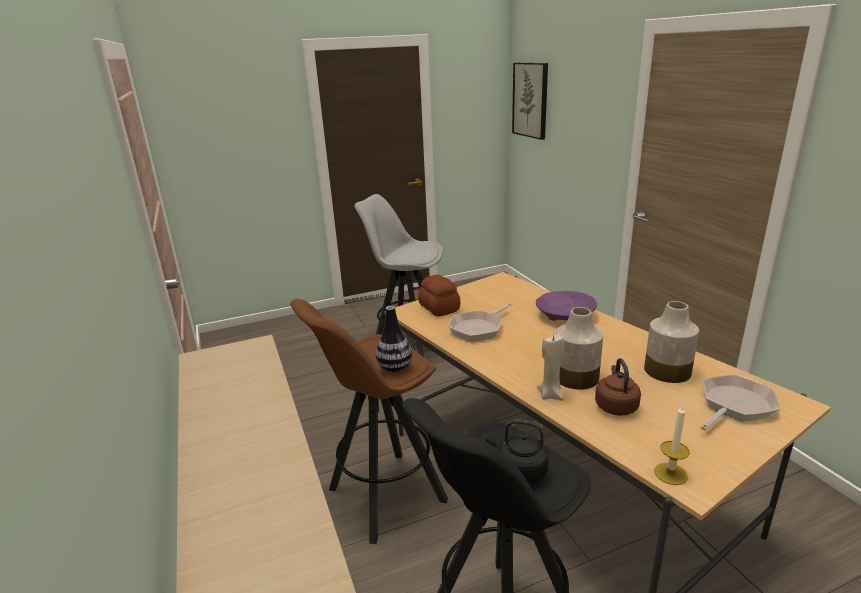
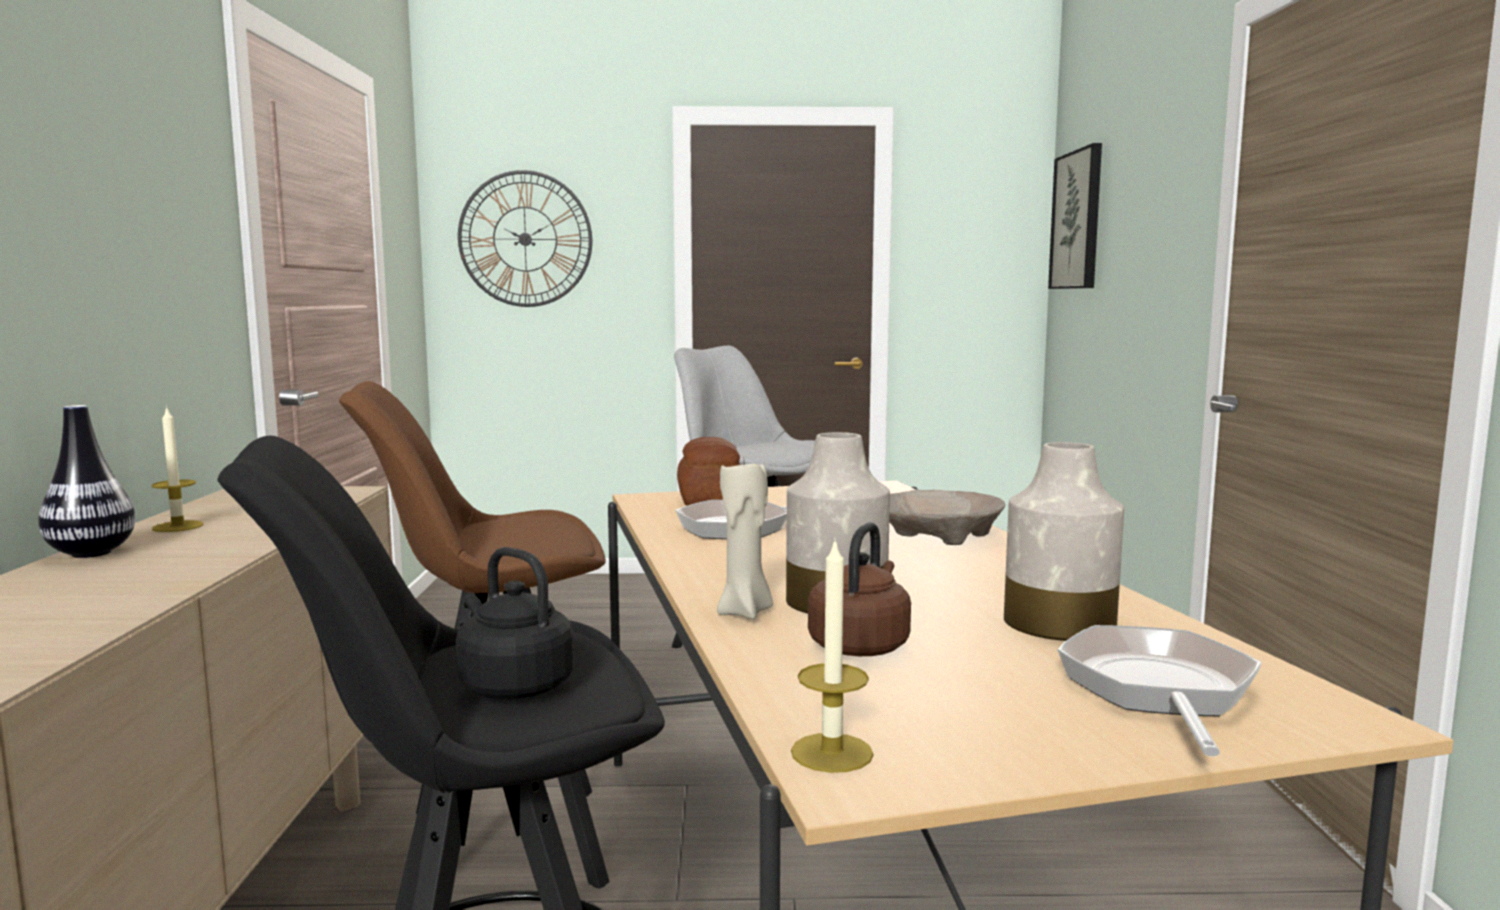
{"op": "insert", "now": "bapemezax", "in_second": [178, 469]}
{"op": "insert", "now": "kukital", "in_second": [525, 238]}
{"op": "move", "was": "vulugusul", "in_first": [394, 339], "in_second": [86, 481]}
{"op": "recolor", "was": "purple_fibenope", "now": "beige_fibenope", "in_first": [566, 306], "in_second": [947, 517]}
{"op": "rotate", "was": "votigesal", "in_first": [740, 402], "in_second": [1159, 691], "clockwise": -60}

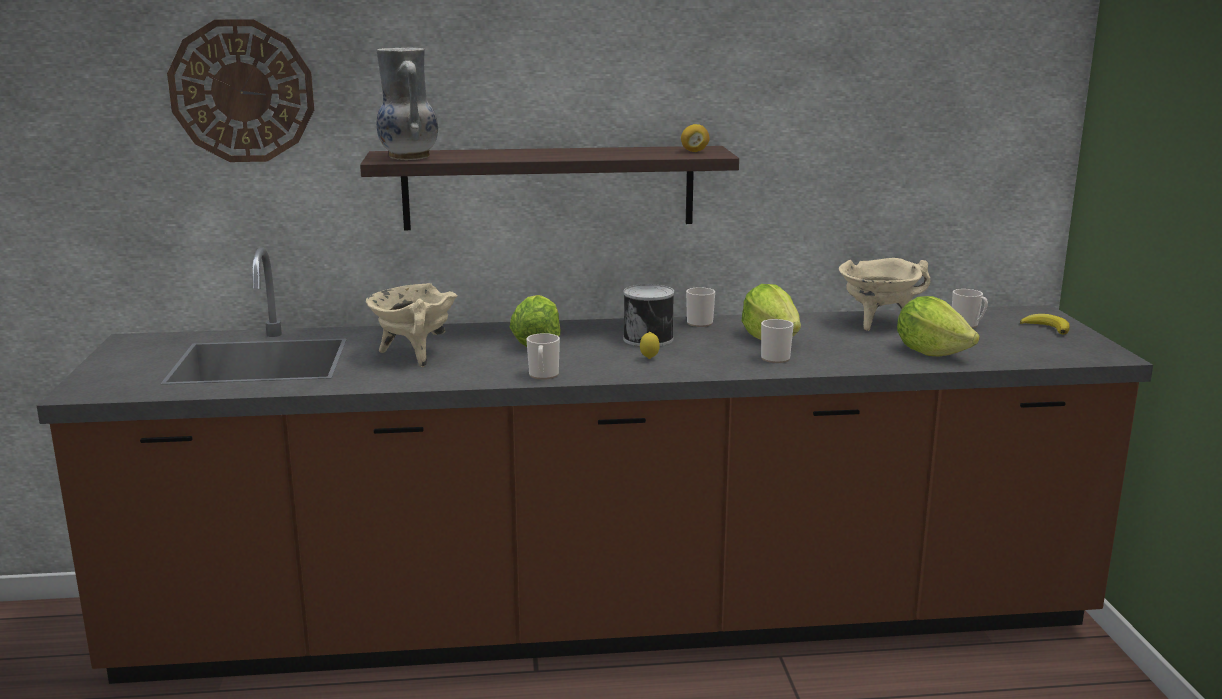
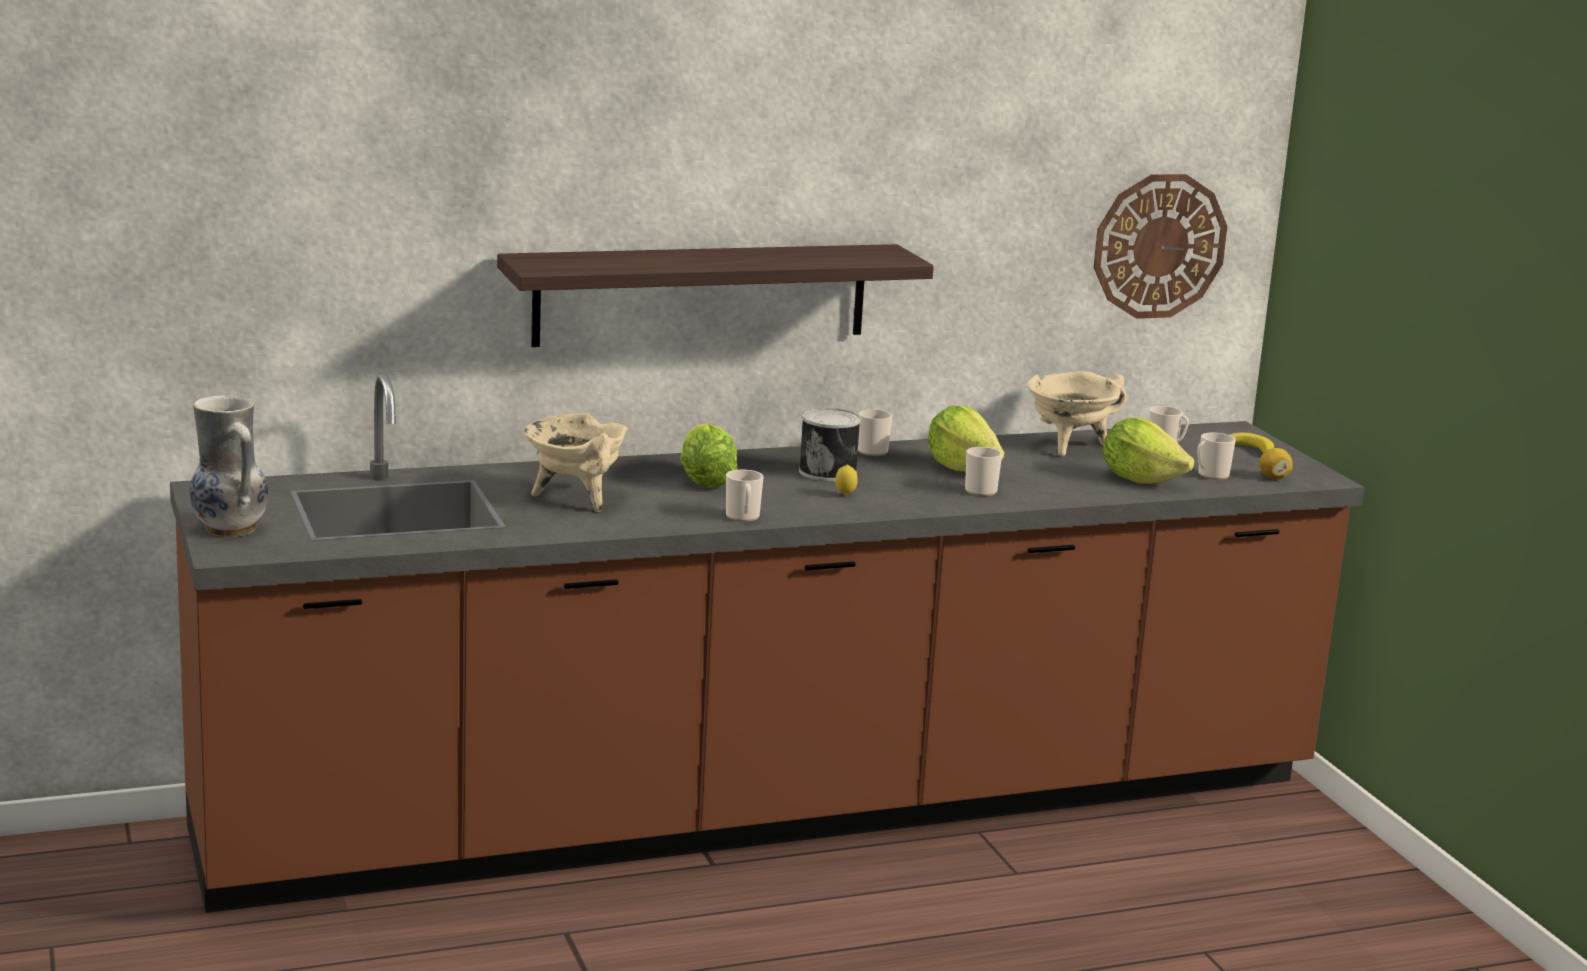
{"op": "insert", "now": "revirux", "in_second": [1216, 456]}
{"op": "move", "was": "kukital", "in_first": [240, 90], "in_second": [1160, 246]}
{"op": "move", "was": "vulugusul", "in_first": [407, 103], "in_second": [229, 466]}
{"op": "move", "was": "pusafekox", "in_first": [695, 138], "in_second": [1276, 463]}

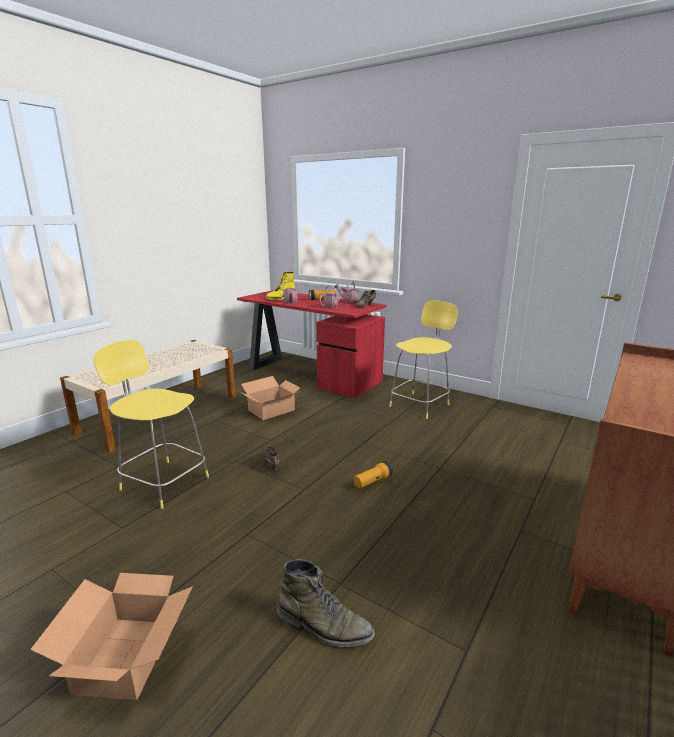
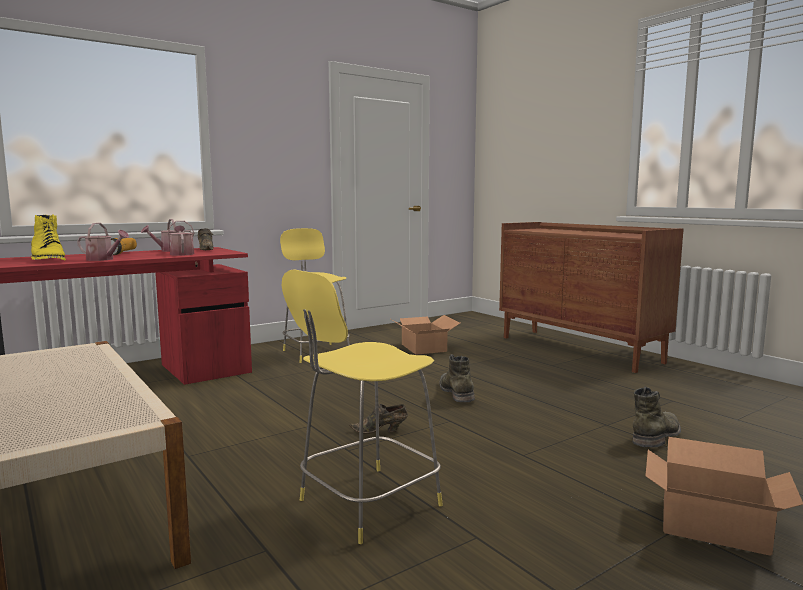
{"op": "move", "was": "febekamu", "in_first": [270, 398], "in_second": [424, 335]}
{"op": "replace", "was": "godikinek", "now": "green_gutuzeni", "in_first": [373, 474], "in_second": [457, 378]}

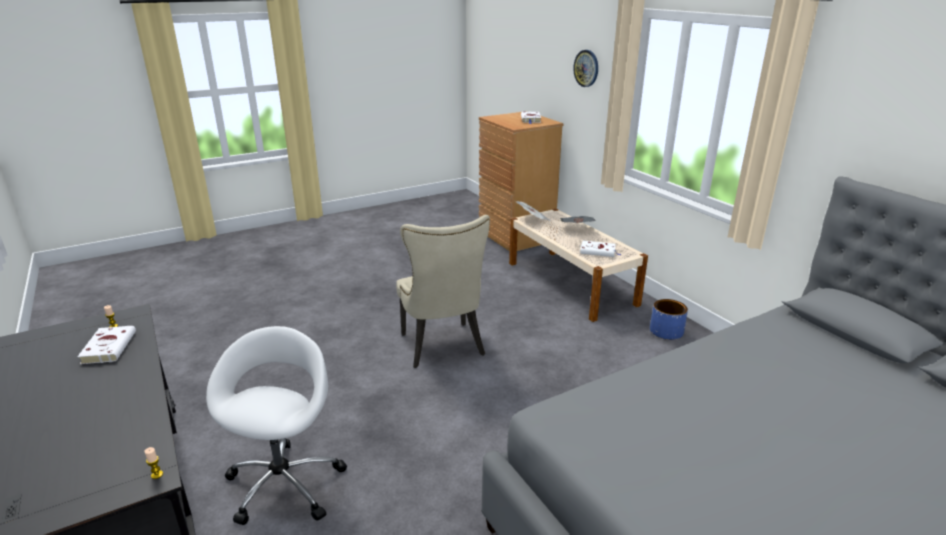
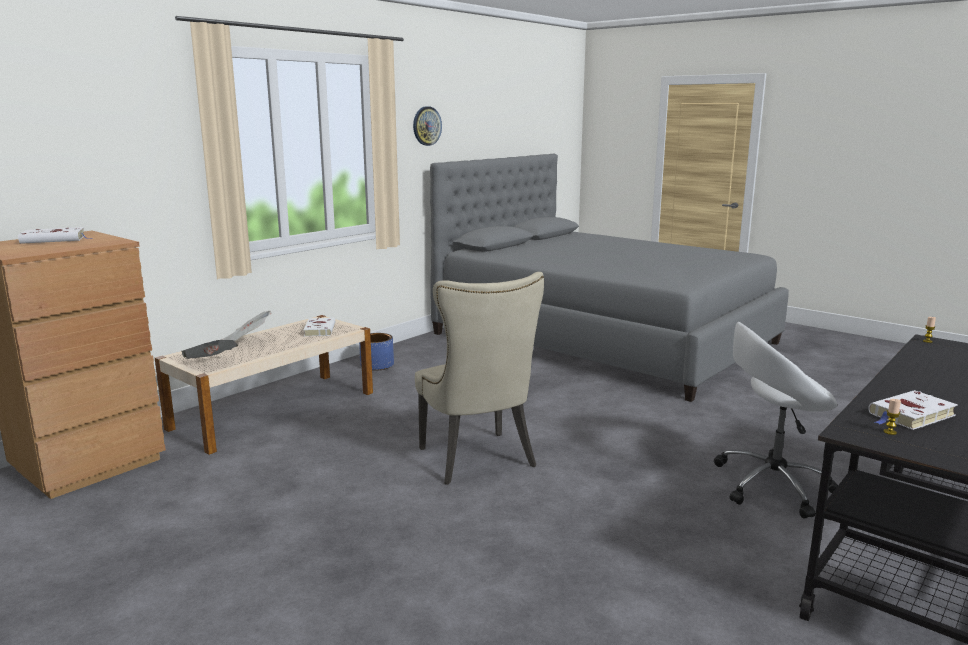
{"op": "move", "was": "kukital", "in_first": [585, 68], "in_second": [427, 126]}
{"op": "rotate", "was": "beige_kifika", "in_first": [443, 291], "in_second": [479, 378], "clockwise": 105}

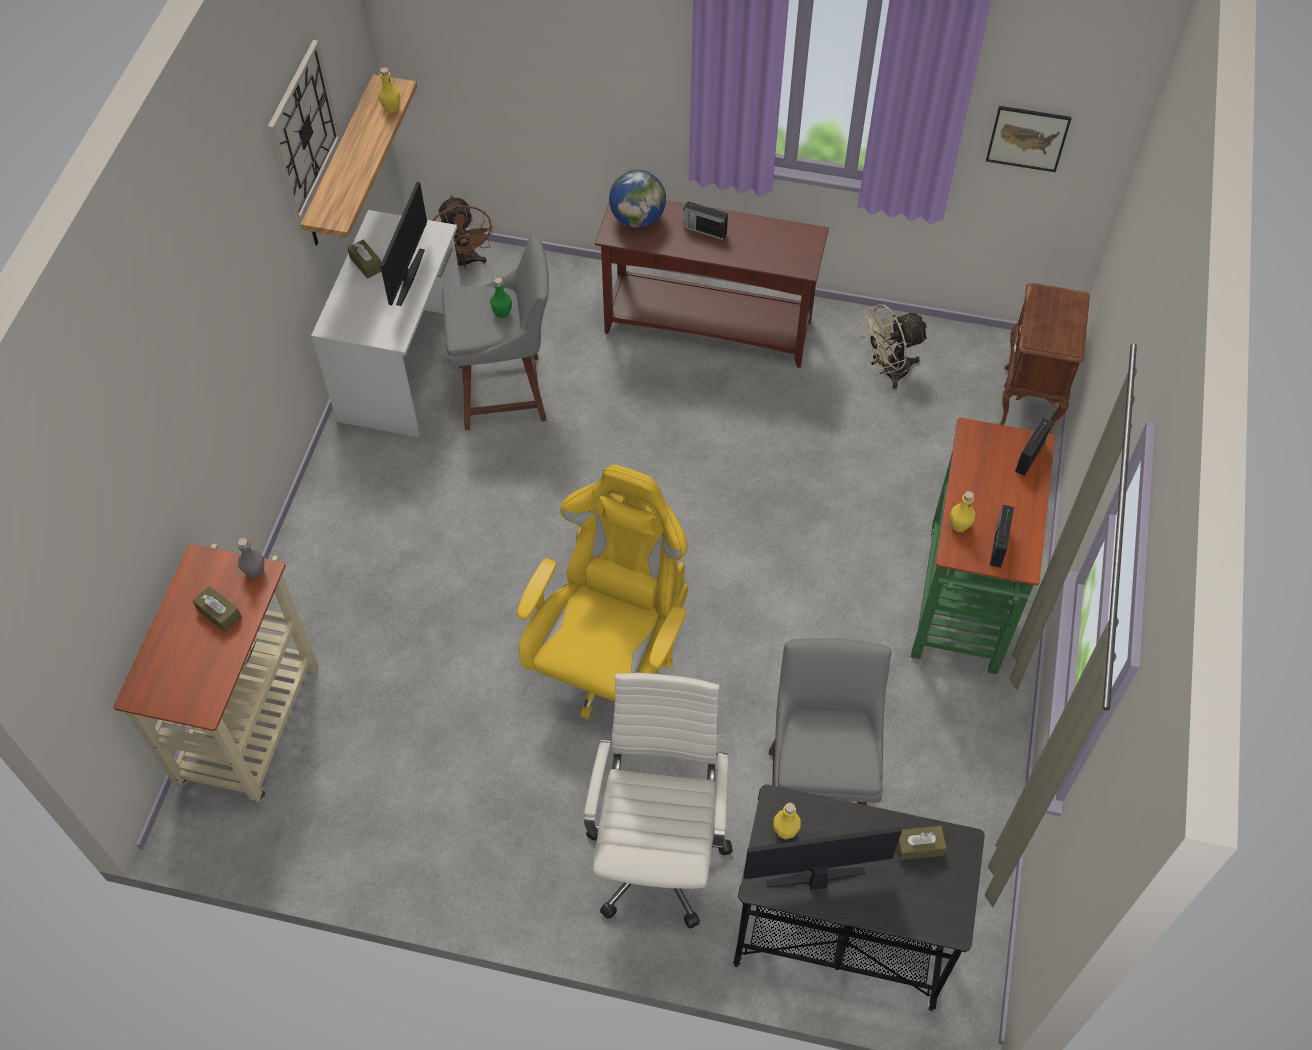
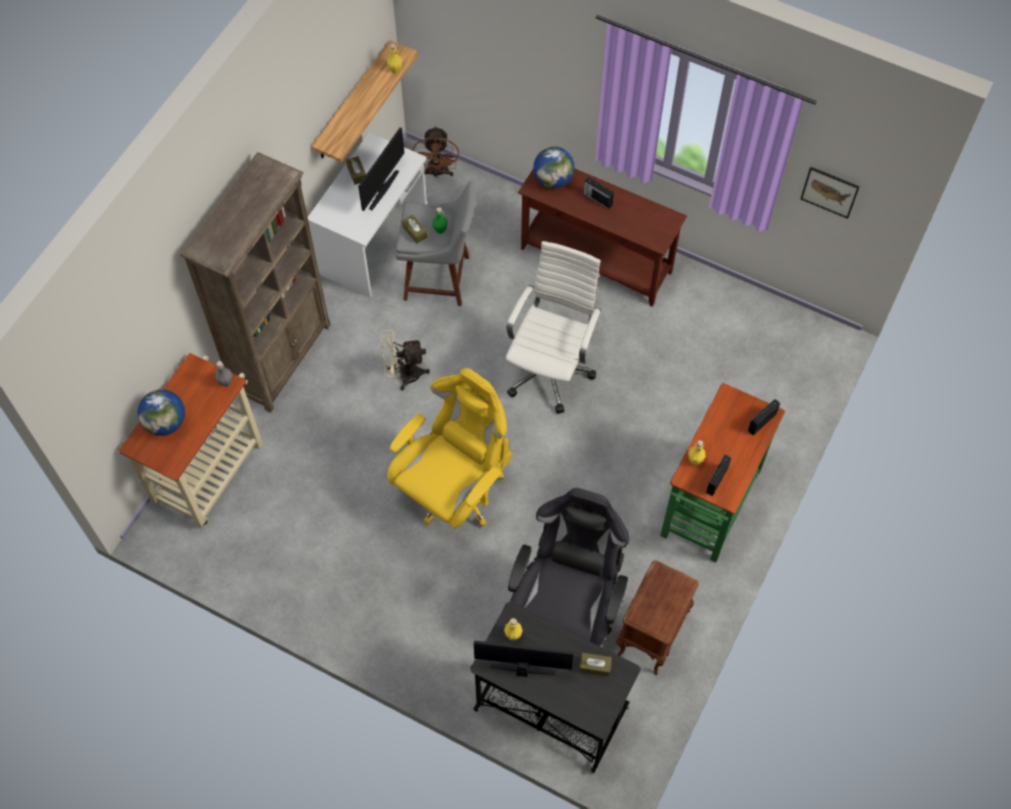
{"op": "delete", "was": "kukital", "in_first": [304, 131]}
{"op": "insert", "now": "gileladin", "in_second": [161, 412]}
{"op": "insert", "now": "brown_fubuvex", "in_second": [255, 282]}
{"op": "move", "was": "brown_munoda", "in_first": [217, 609], "in_second": [414, 229]}
{"op": "move", "was": "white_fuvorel", "in_first": [658, 801], "in_second": [553, 327]}
{"op": "move", "was": "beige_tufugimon", "in_first": [894, 346], "in_second": [405, 360]}
{"op": "move", "was": "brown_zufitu", "in_first": [1044, 358], "in_second": [657, 618]}
{"op": "replace", "was": "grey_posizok", "now": "black_fuvorel", "in_first": [830, 721], "in_second": [569, 567]}

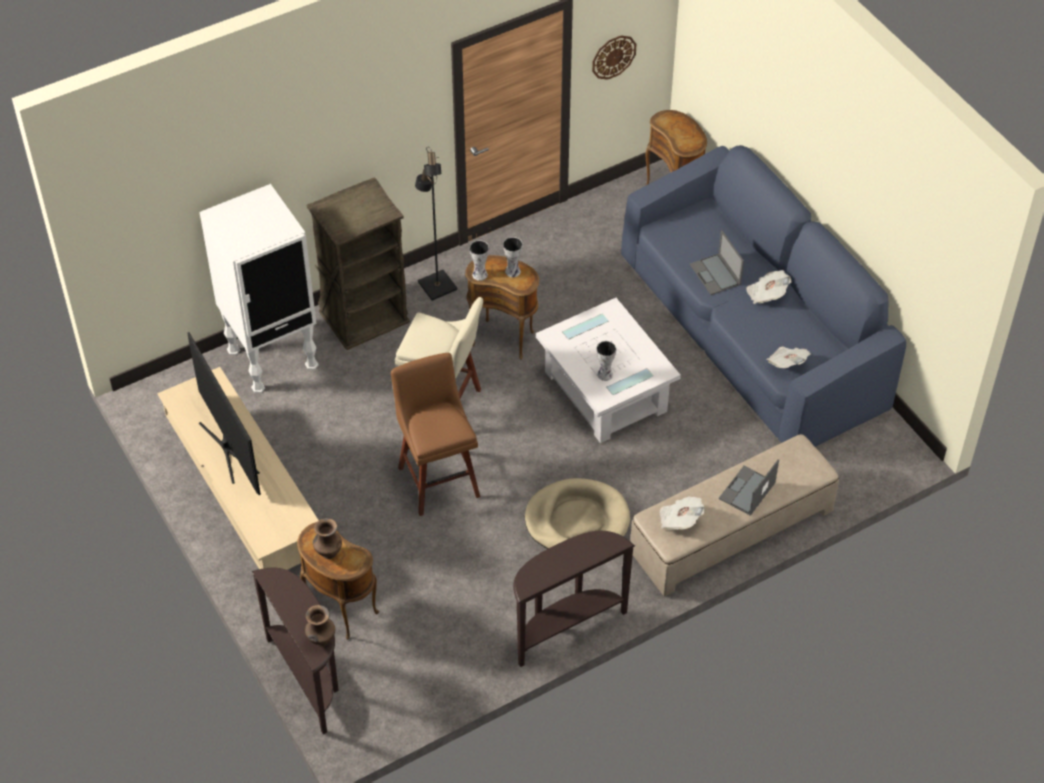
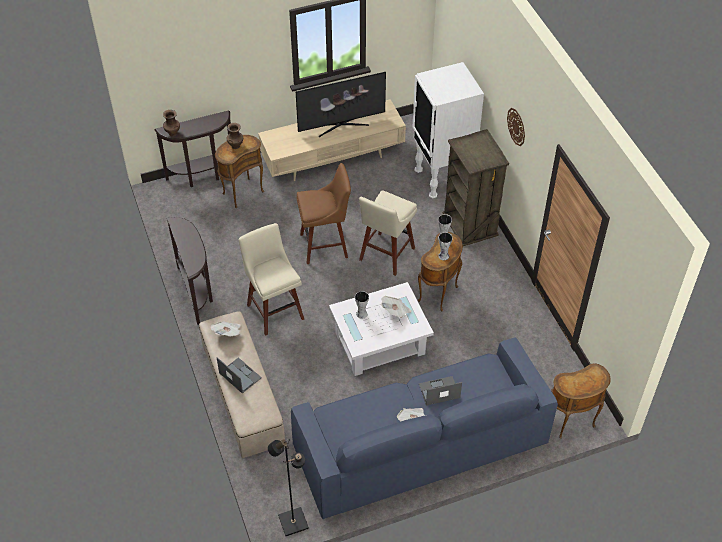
{"op": "move", "was": "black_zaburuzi", "in_first": [436, 224], "in_second": [288, 487]}
{"op": "move", "was": "kukital", "in_first": [614, 57], "in_second": [516, 127]}
{"op": "move", "was": "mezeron", "in_first": [788, 357], "in_second": [396, 307]}
{"op": "replace", "was": "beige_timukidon", "now": "beige_posizok", "in_first": [577, 513], "in_second": [271, 279]}

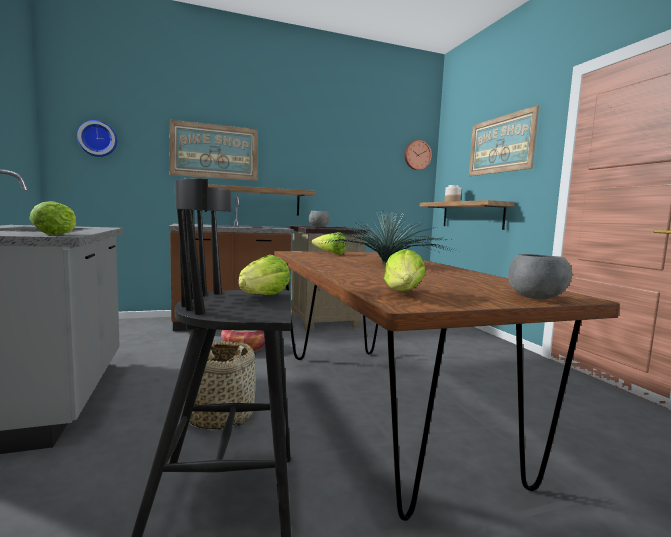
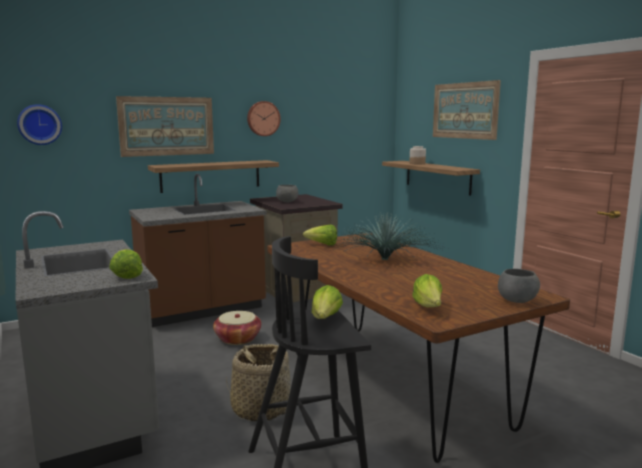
{"op": "move", "was": "kukital", "in_first": [418, 155], "in_second": [264, 118]}

